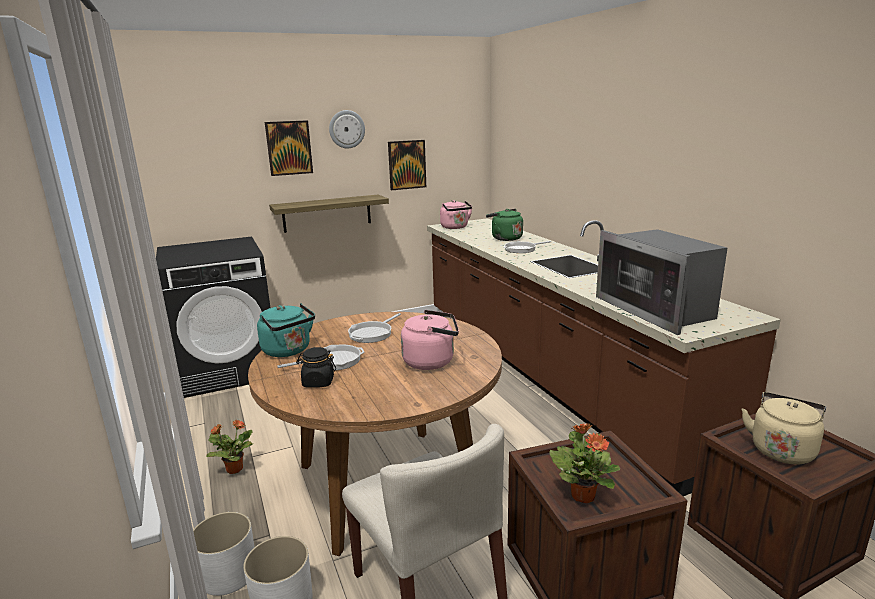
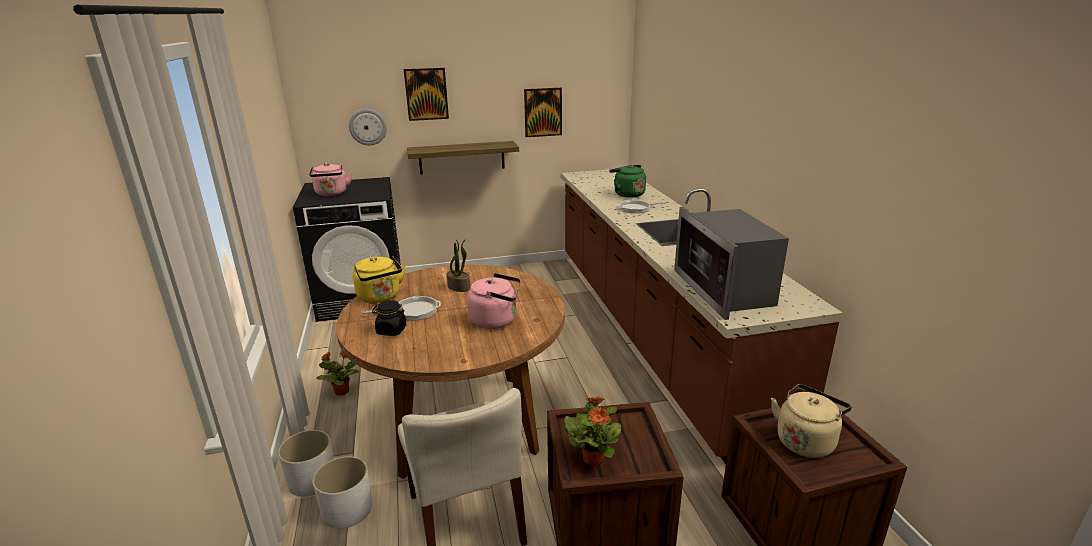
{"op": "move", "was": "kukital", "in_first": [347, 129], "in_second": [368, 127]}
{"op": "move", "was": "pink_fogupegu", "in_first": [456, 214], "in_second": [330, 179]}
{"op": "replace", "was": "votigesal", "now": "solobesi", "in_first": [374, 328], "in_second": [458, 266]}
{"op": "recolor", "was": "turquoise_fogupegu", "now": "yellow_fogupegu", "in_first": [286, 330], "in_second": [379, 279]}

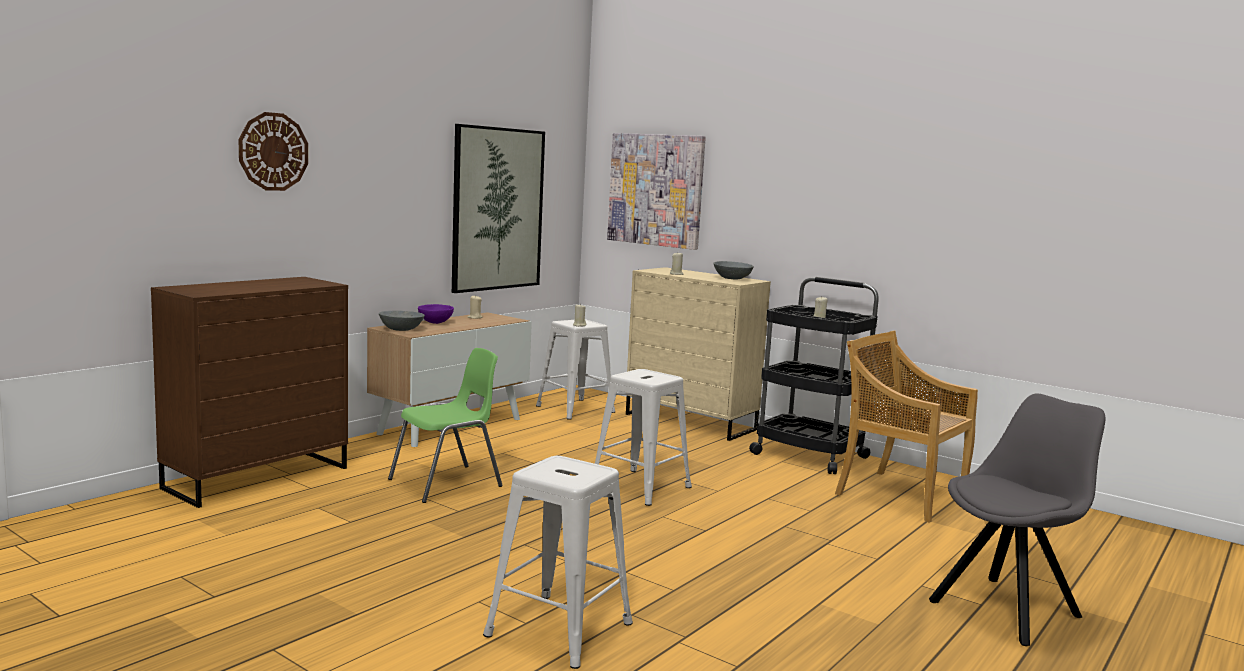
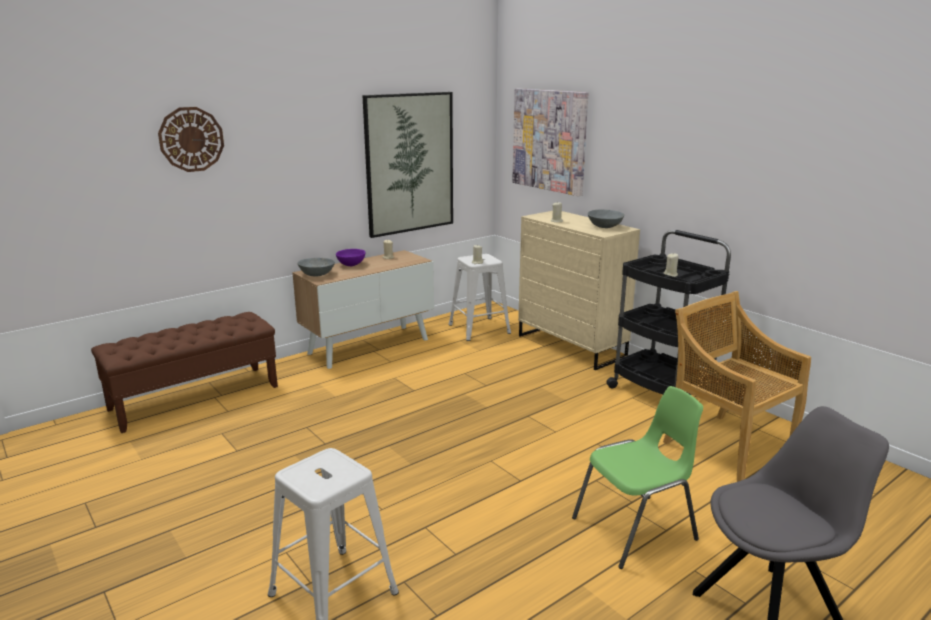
{"op": "delete", "was": "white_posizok", "in_first": [643, 437]}
{"op": "move", "was": "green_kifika", "in_first": [445, 425], "in_second": [637, 477]}
{"op": "replace", "was": "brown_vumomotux", "now": "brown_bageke", "in_first": [249, 392], "in_second": [184, 372]}

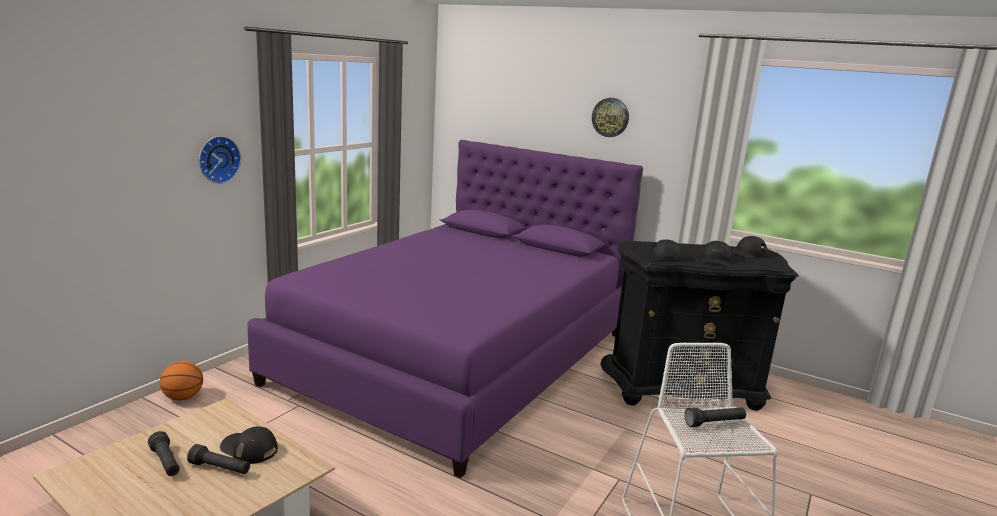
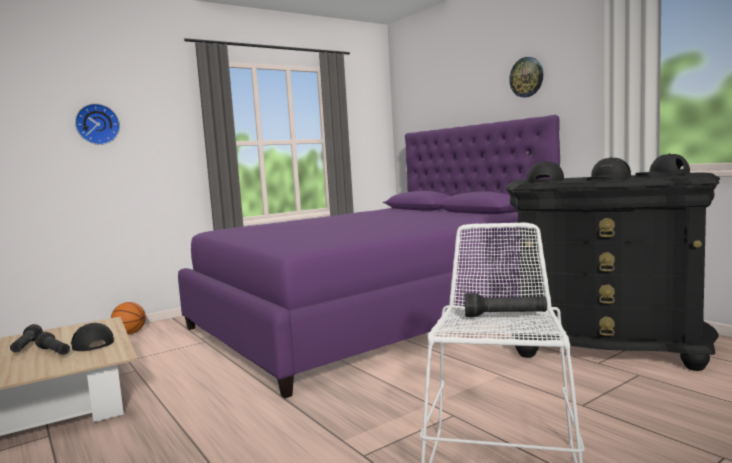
{"op": "move", "was": "kukital", "in_first": [220, 160], "in_second": [97, 124]}

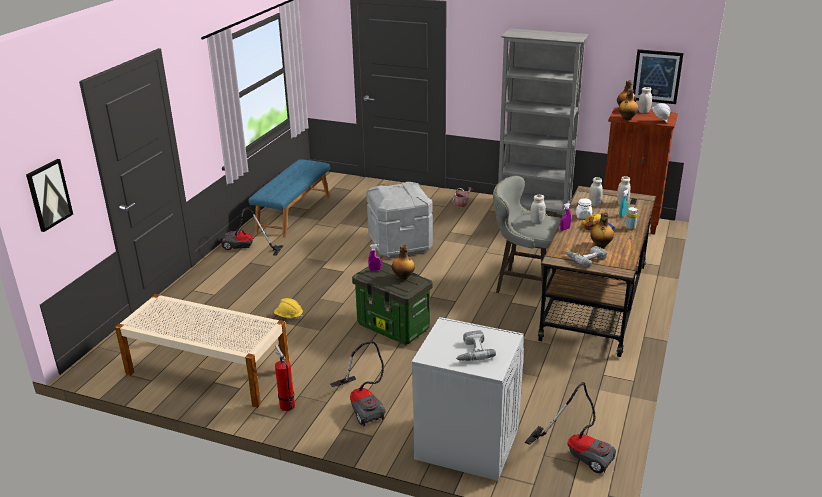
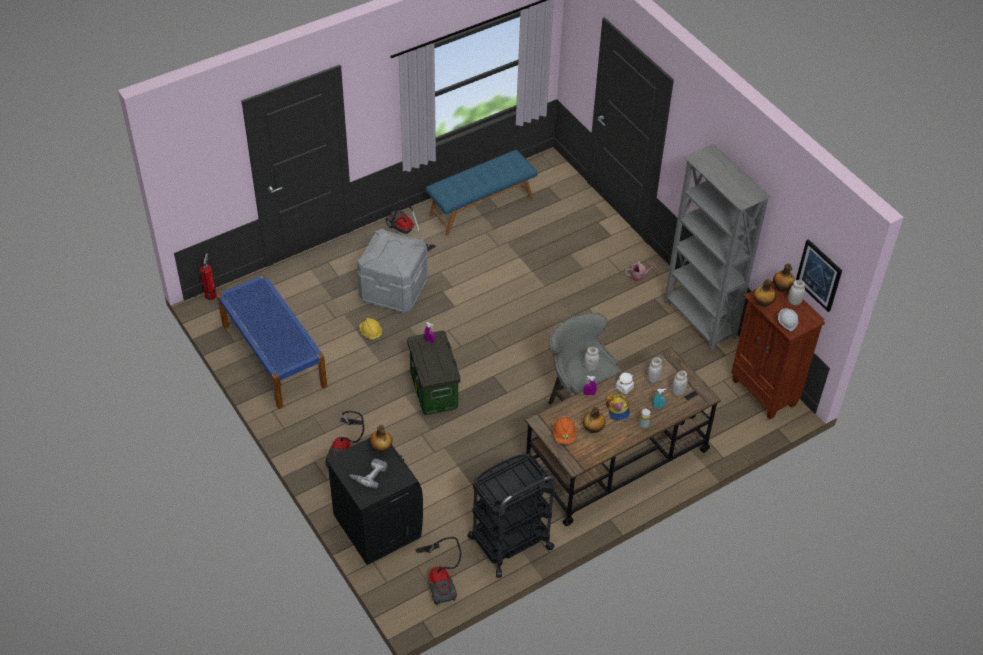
{"op": "delete", "was": "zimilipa", "in_first": [49, 195]}
{"op": "insert", "now": "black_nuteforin", "in_second": [511, 515]}
{"op": "move", "was": "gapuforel", "in_first": [285, 378], "in_second": [208, 276]}
{"op": "move", "was": "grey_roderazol", "in_first": [399, 220], "in_second": [392, 271]}
{"op": "move", "was": "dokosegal", "in_first": [403, 262], "in_second": [381, 439]}
{"op": "replace", "was": "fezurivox", "now": "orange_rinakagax", "in_first": [586, 256], "in_second": [564, 430]}
{"op": "recolor", "was": "beige_bageke", "now": "blue_bageke", "in_first": [202, 351], "in_second": [272, 341]}
{"op": "recolor", "was": "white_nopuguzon", "now": "black_nopuguzon", "in_first": [468, 399], "in_second": [374, 501]}

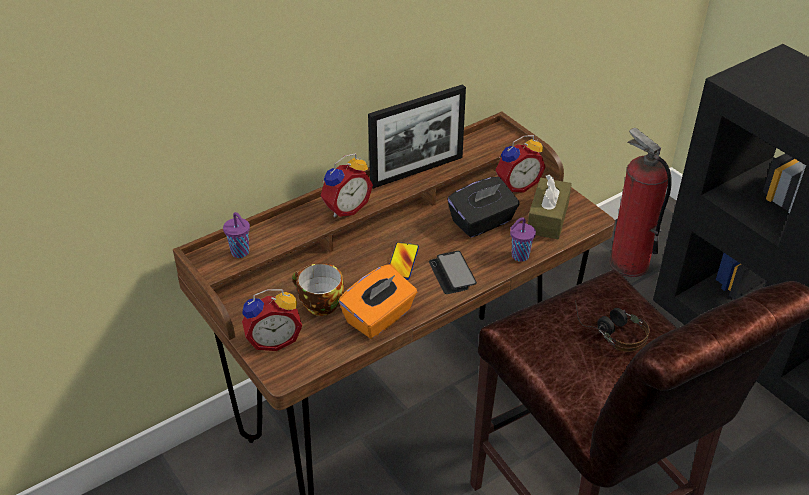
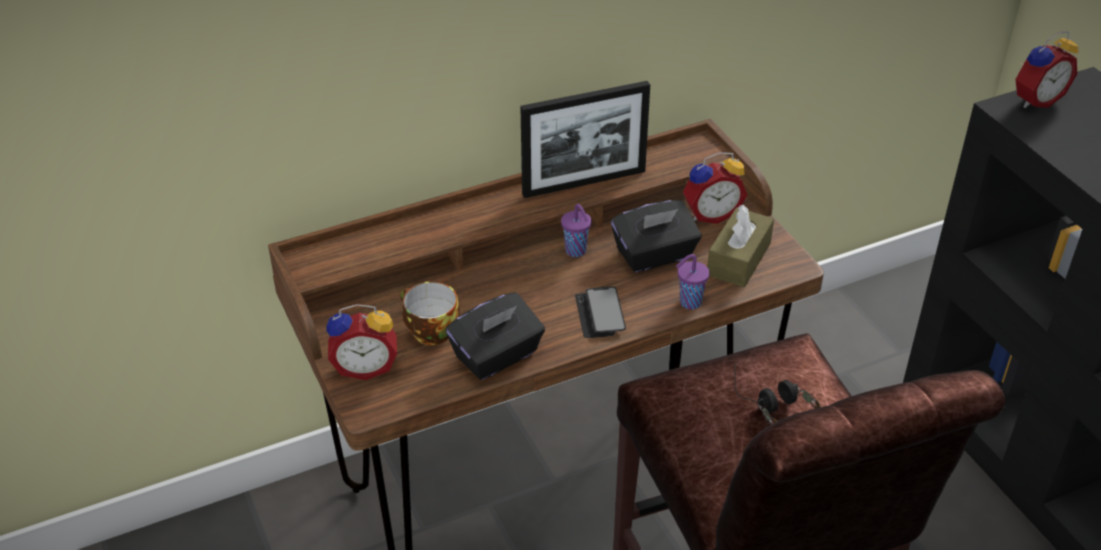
{"op": "delete", "was": "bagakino", "in_first": [404, 261]}
{"op": "delete", "was": "gapuforel", "in_first": [640, 202]}
{"op": "move", "was": "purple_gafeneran", "in_first": [236, 235], "in_second": [576, 230]}
{"op": "move", "was": "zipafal", "in_first": [346, 185], "in_second": [1046, 69]}
{"op": "recolor", "was": "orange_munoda", "now": "black_munoda", "in_first": [378, 301], "in_second": [495, 336]}

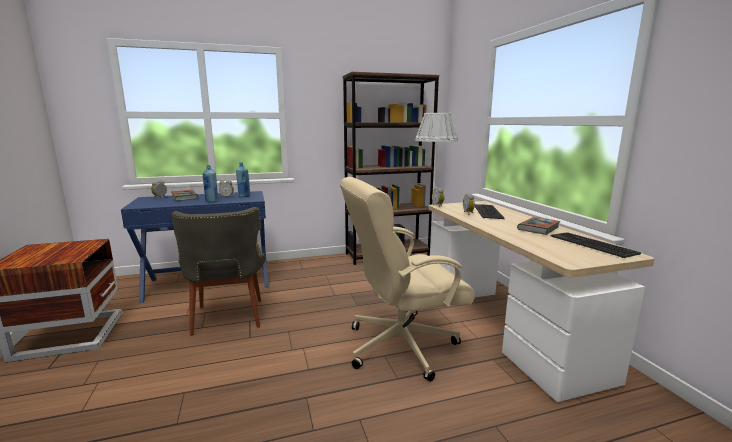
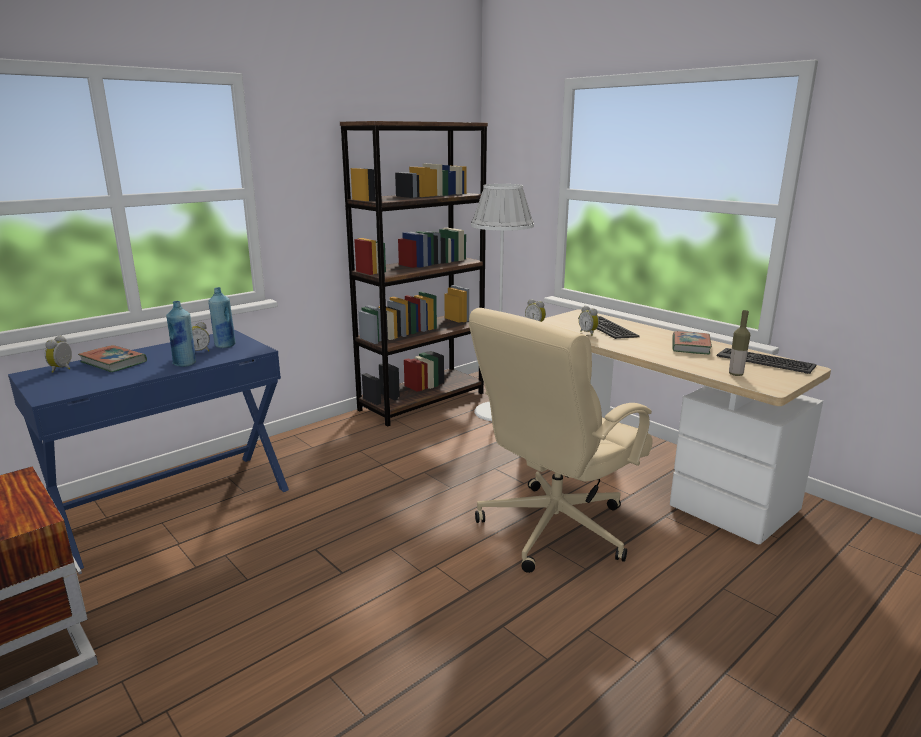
{"op": "delete", "was": "grey_kifika", "in_first": [218, 271]}
{"op": "insert", "now": "dokosegal", "in_second": [739, 343]}

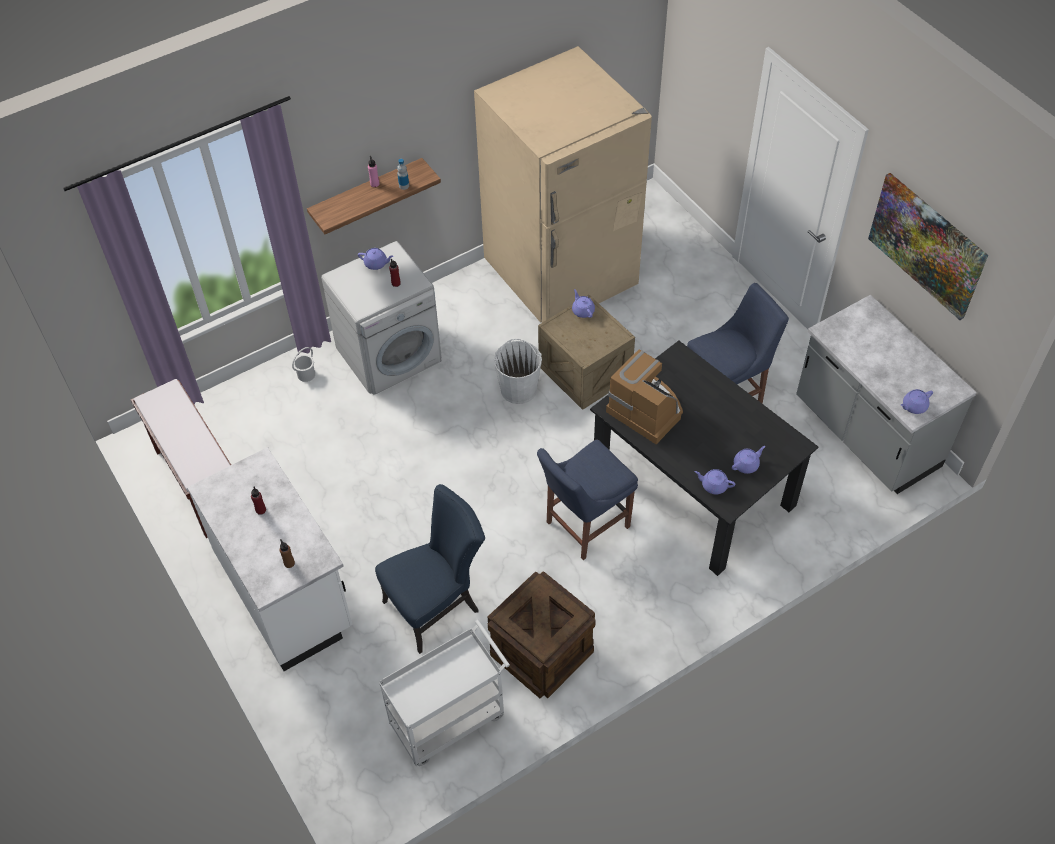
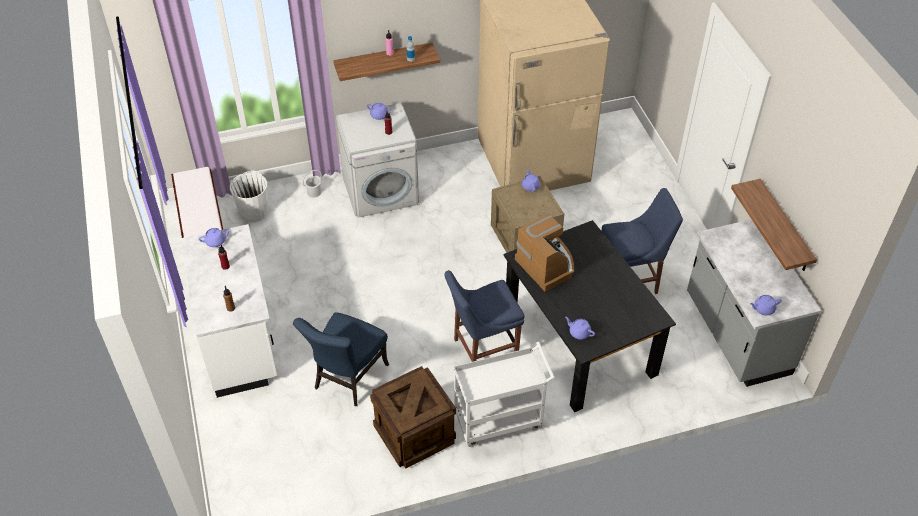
{"op": "delete", "was": "zimilipa", "in_first": [928, 246]}
{"op": "insert", "now": "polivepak", "in_second": [774, 225]}
{"op": "move", "was": "white_nuteforin", "in_first": [444, 693], "in_second": [504, 394]}
{"op": "move", "was": "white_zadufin", "in_first": [518, 371], "in_second": [249, 196]}
{"op": "move", "was": "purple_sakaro", "in_first": [748, 460], "in_second": [215, 237]}
{"op": "rotate", "was": "blue_kifika", "in_first": [430, 569], "in_second": [341, 359], "clockwise": 135}

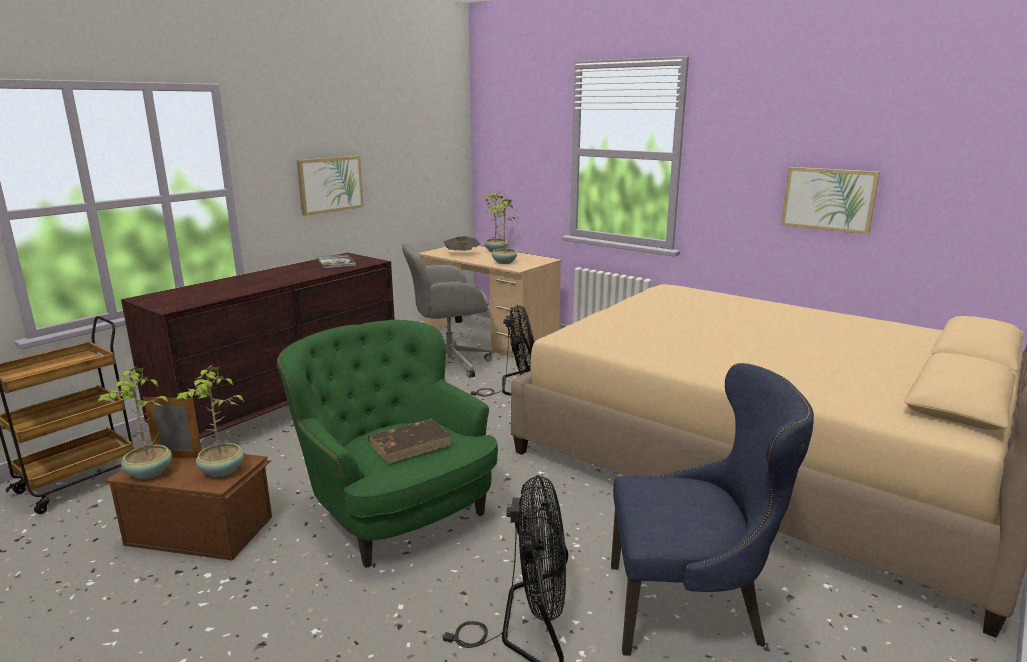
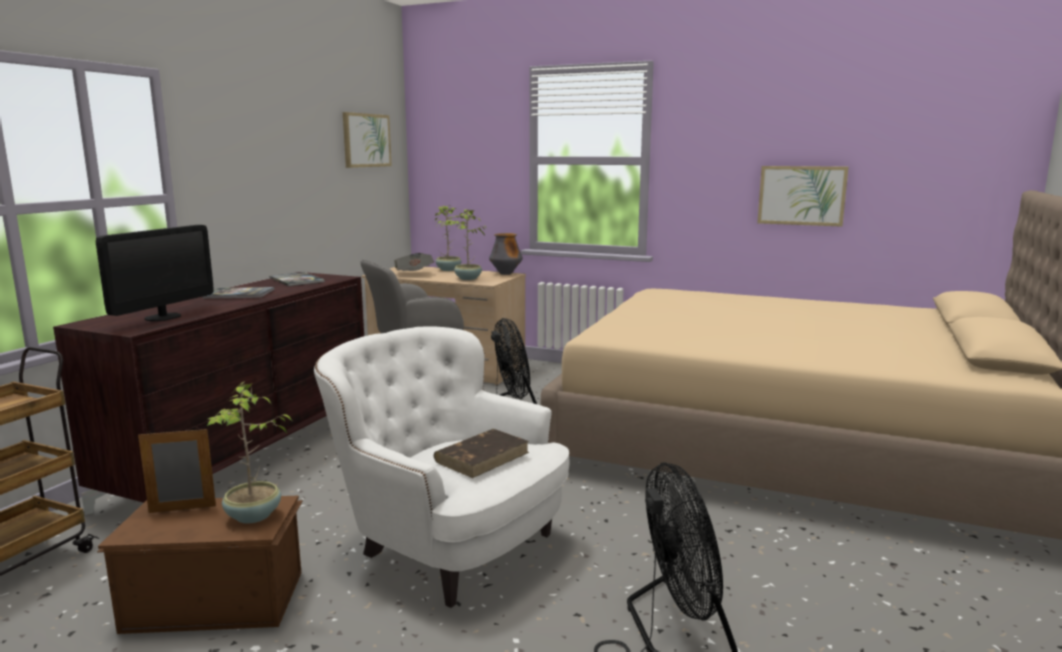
{"op": "delete", "was": "solobesi", "in_first": [134, 422]}
{"op": "delete", "was": "blue_kifika", "in_first": [712, 509]}
{"op": "insert", "now": "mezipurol", "in_second": [155, 273]}
{"op": "insert", "now": "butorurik", "in_second": [239, 293]}
{"op": "insert", "now": "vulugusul", "in_second": [506, 254]}
{"op": "move", "was": "zimilipa", "in_first": [330, 186], "in_second": [367, 140]}
{"op": "recolor", "was": "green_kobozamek", "now": "white_kobozamek", "in_first": [387, 444], "in_second": [441, 467]}

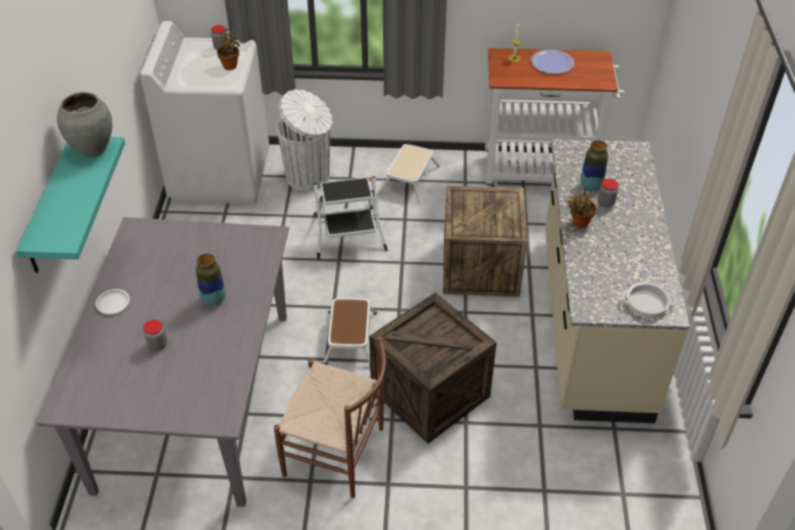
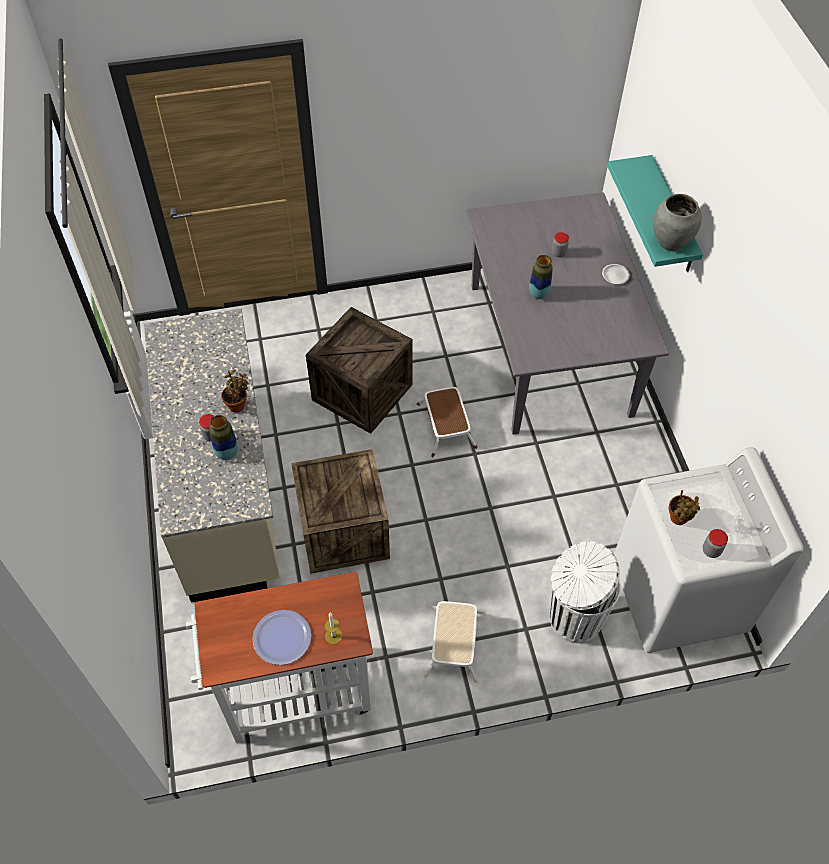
{"op": "delete", "was": "brown_kifika", "in_first": [330, 417]}
{"op": "delete", "was": "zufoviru", "in_first": [351, 218]}
{"op": "delete", "was": "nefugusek", "in_first": [649, 300]}

